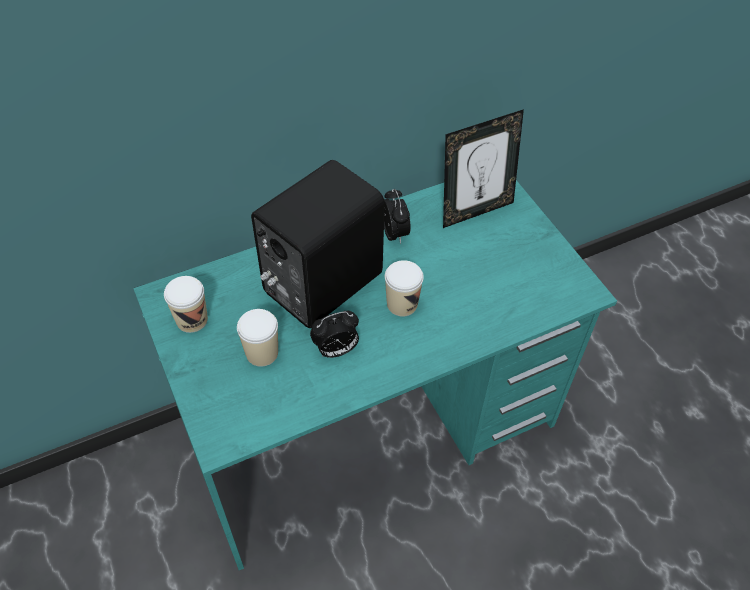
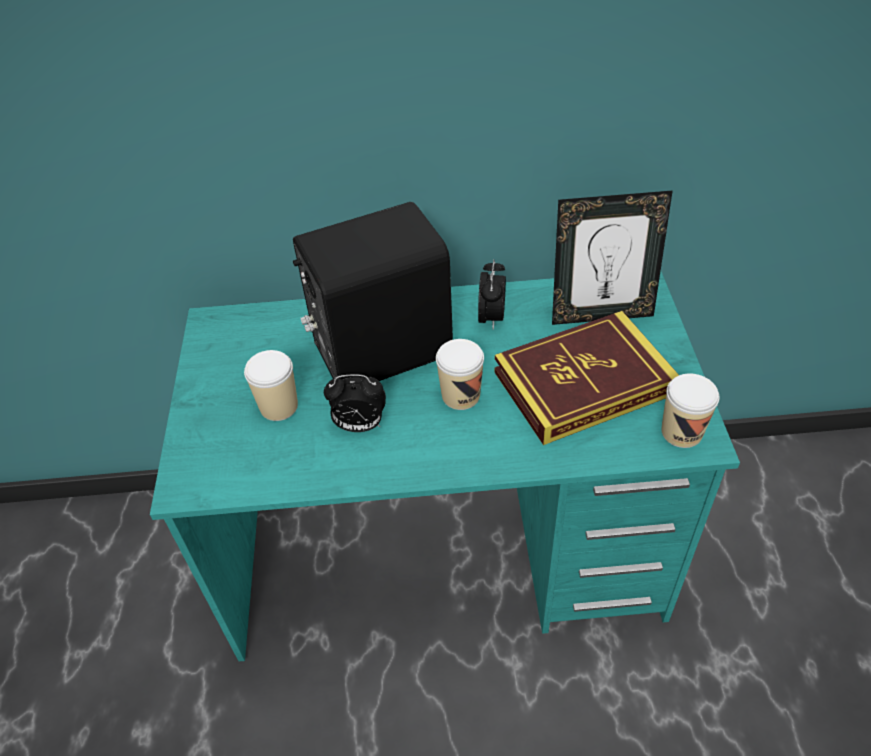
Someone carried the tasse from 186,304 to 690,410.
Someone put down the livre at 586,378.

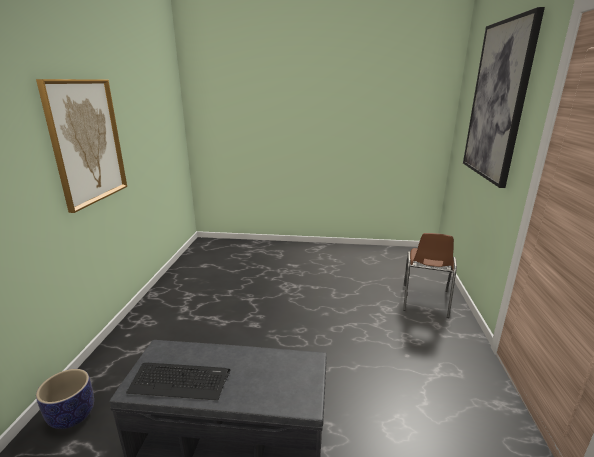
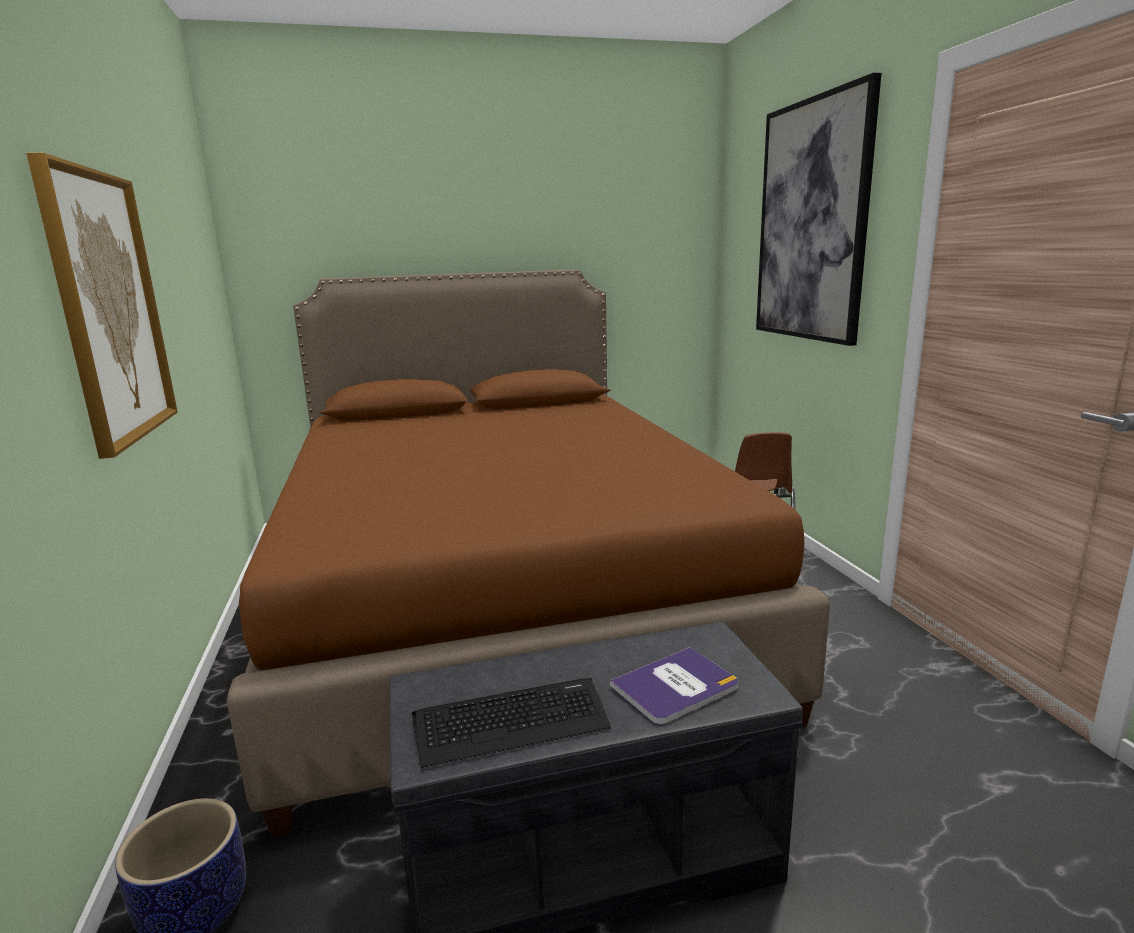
Someone put down the lit [marron] at 528,553.
Someone put down the livre at 674,685.

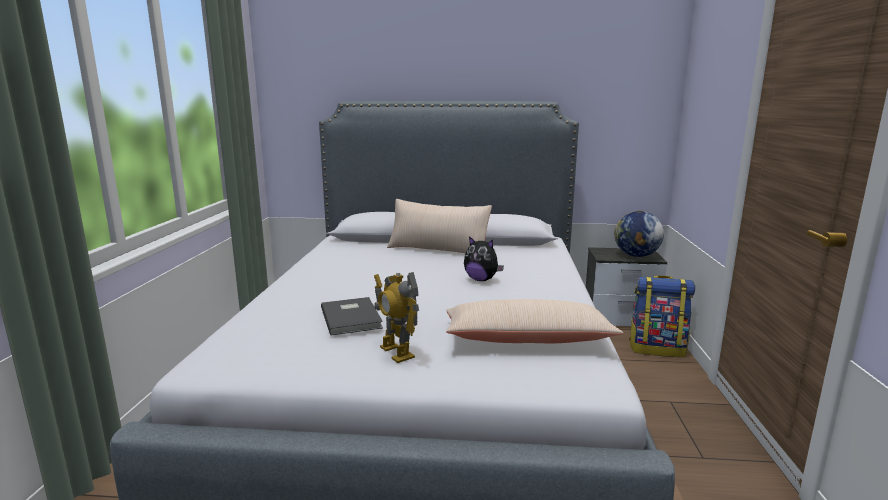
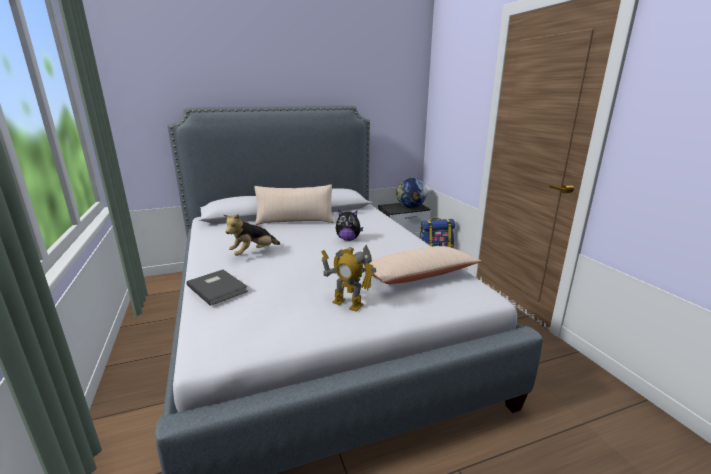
Someone carried the livre [gris] from 352,316 to 217,288.
Someone put down the peluche at 252,235.

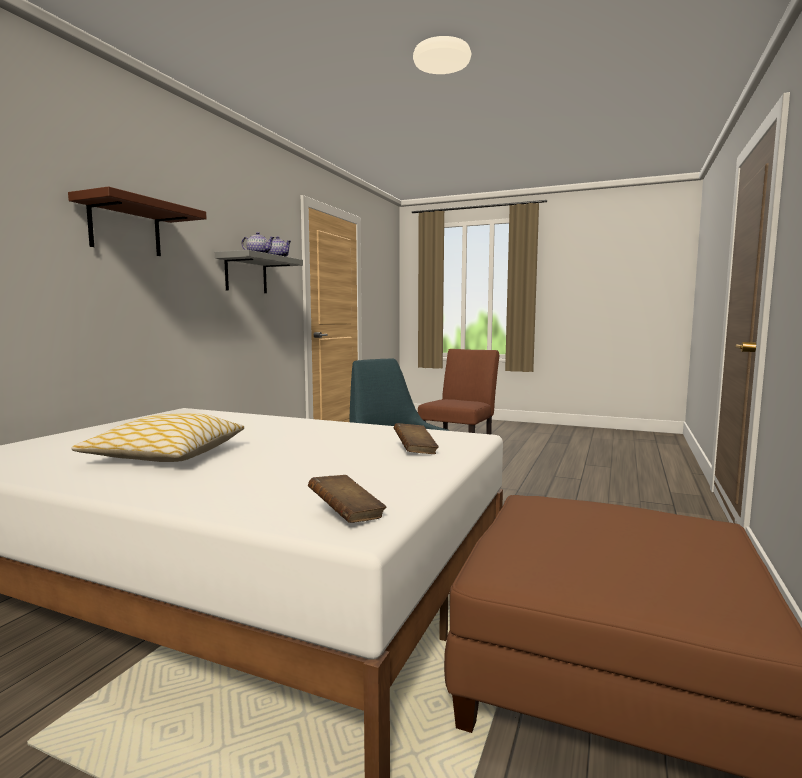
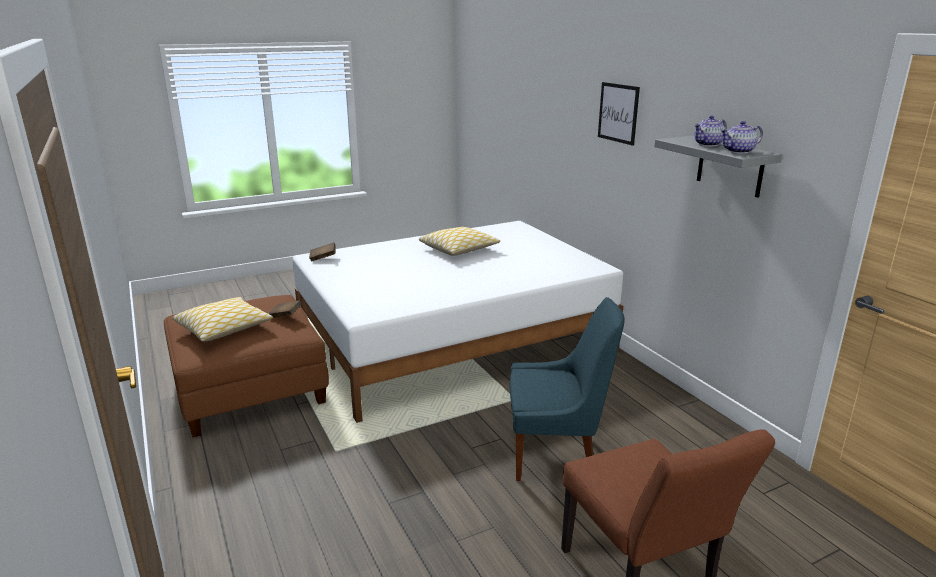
Someone swapped the étagère [marron] at 137,221 for the tableau at 619,114.
Someone carried the livre [marron] from 416,438 to 285,309.
Someone put down the coussin at 222,319.

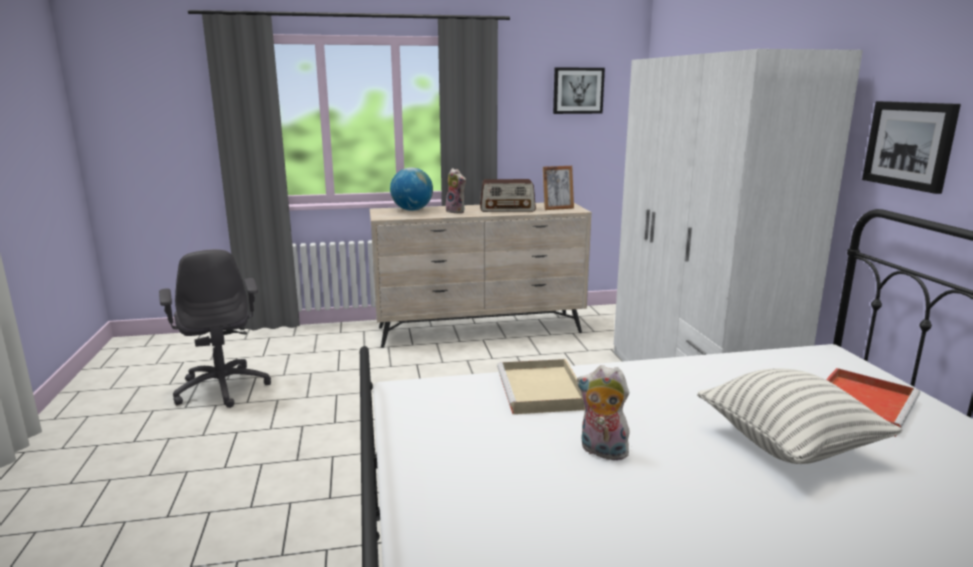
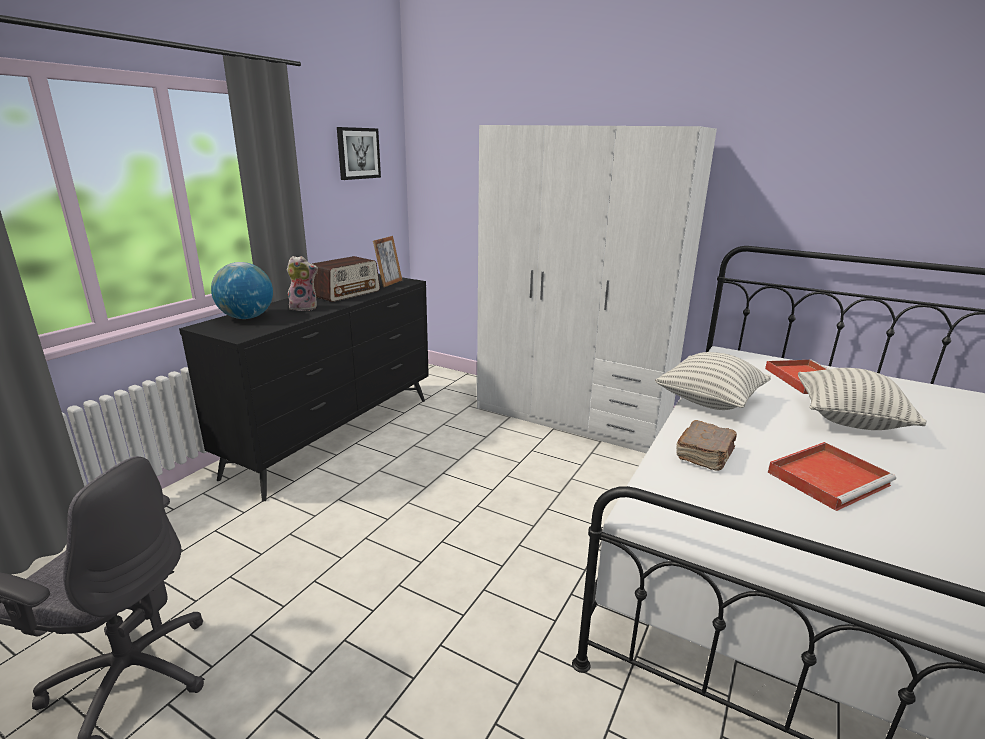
Someone took away the tableau at 911,147.
Someone repainted the commode [beige] at 481,275, which became the commode [noir] at 304,388.
Someone swapped the plateau [beige] at 541,386 for the livre [marron] at 706,445.
Someone swapped the peluche at 603,412 for the plateau [rouge] at 832,476.
Someone put down the coussin at 713,381.

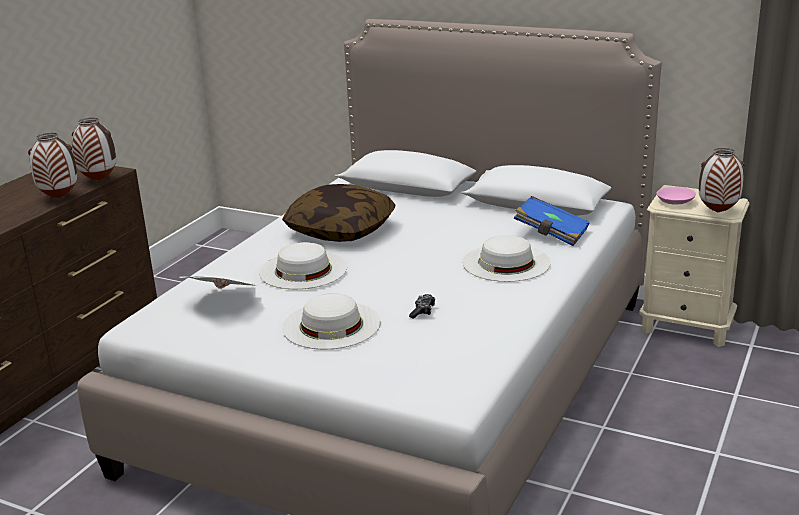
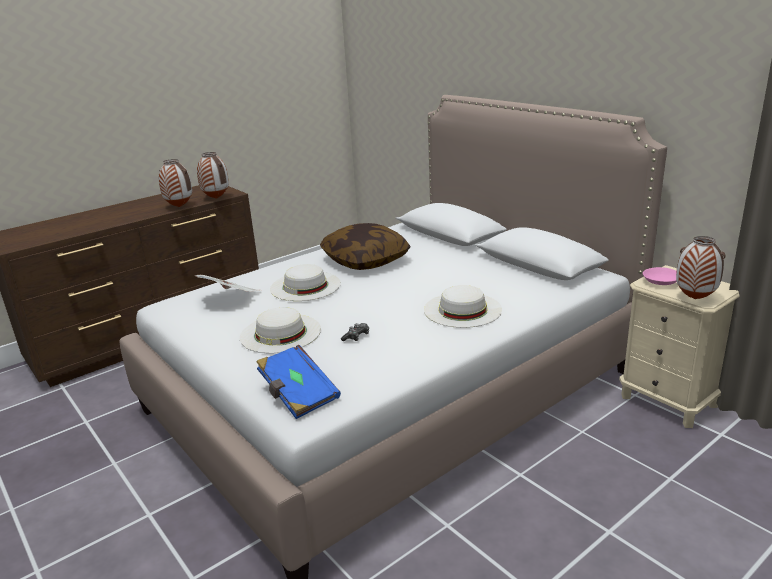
Someone carried the livre [bleu] from 552,221 to 298,382.

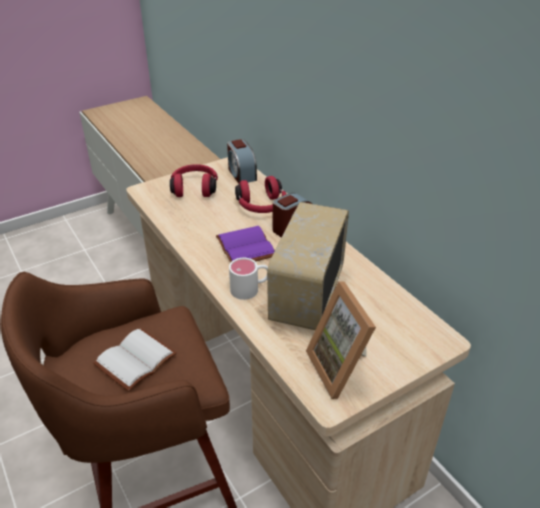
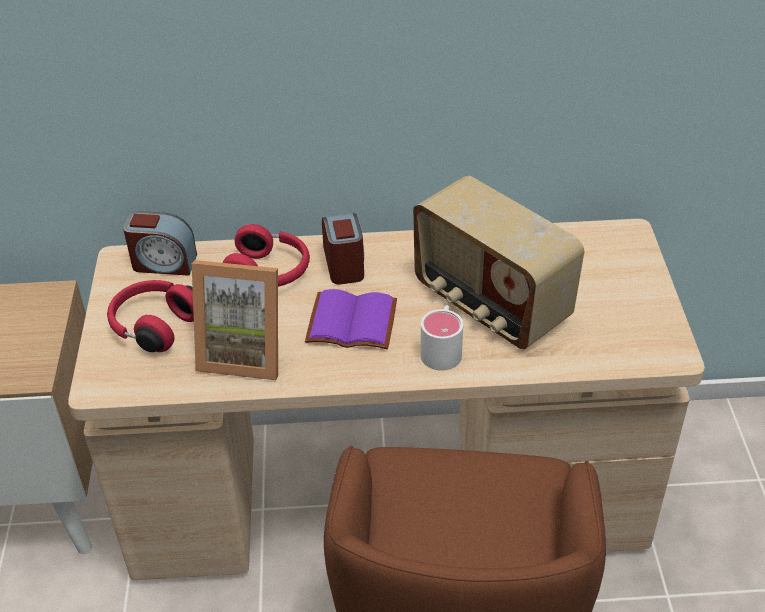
Someone carried the cadre photo from 341,340 to 235,320.
Someone took away the livre [blanc] at 135,359.

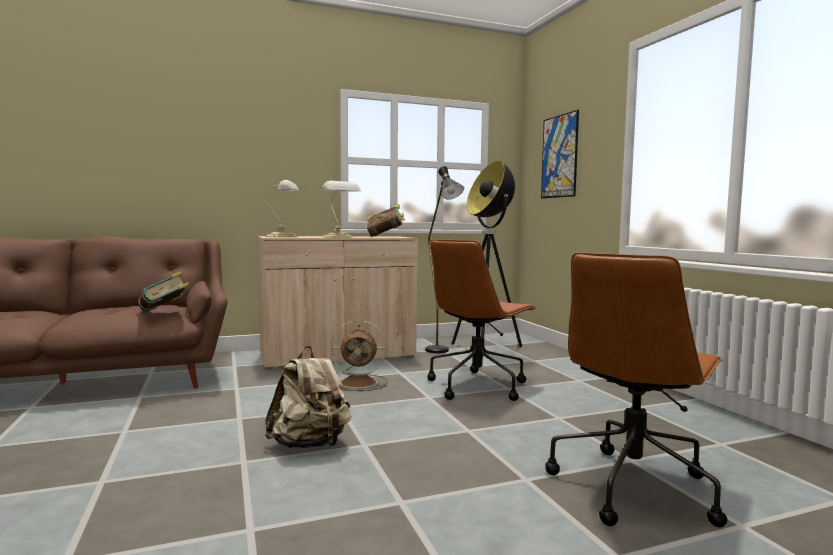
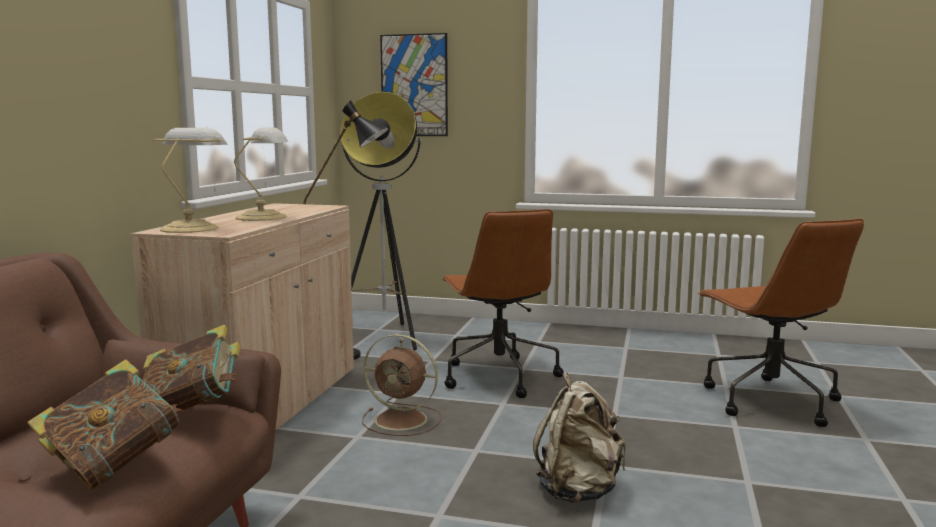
Someone carried the livre from 386,220 to 105,424.
Someone rotated the ventilateur [marron] at 359,355 by 75 degrees clockwise.

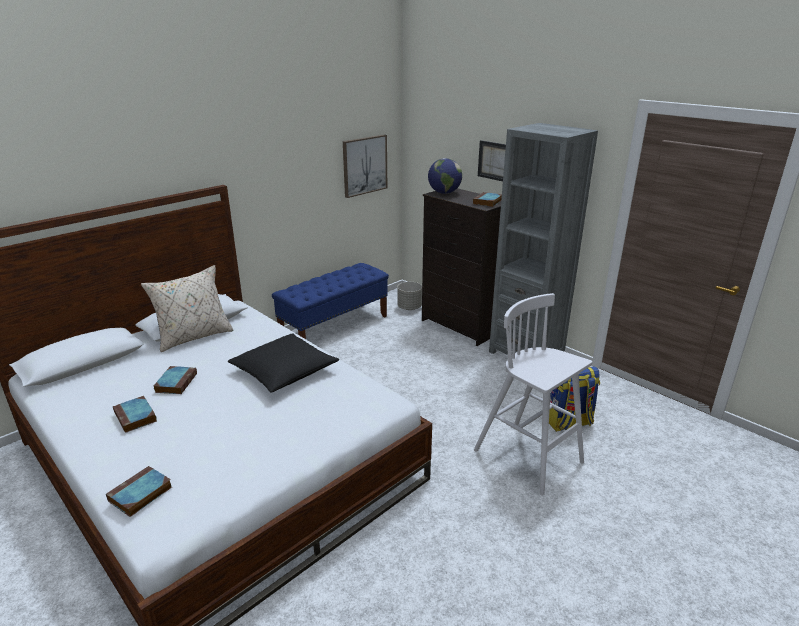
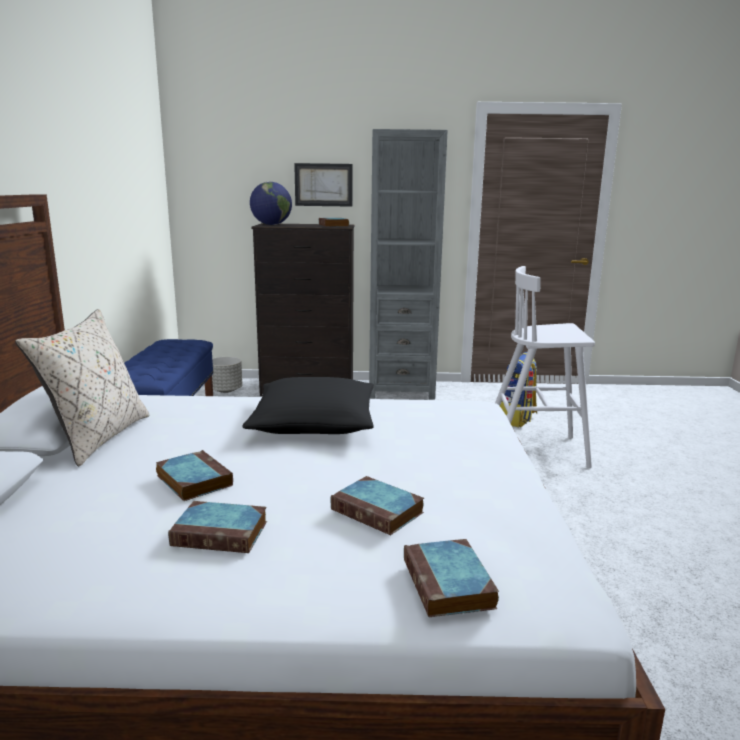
Someone took away the tableau at 365,166.
Someone put down the livre at 377,505.

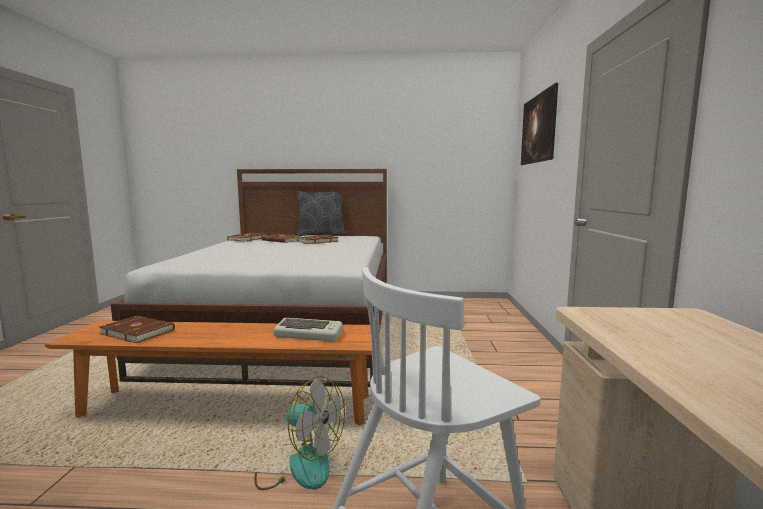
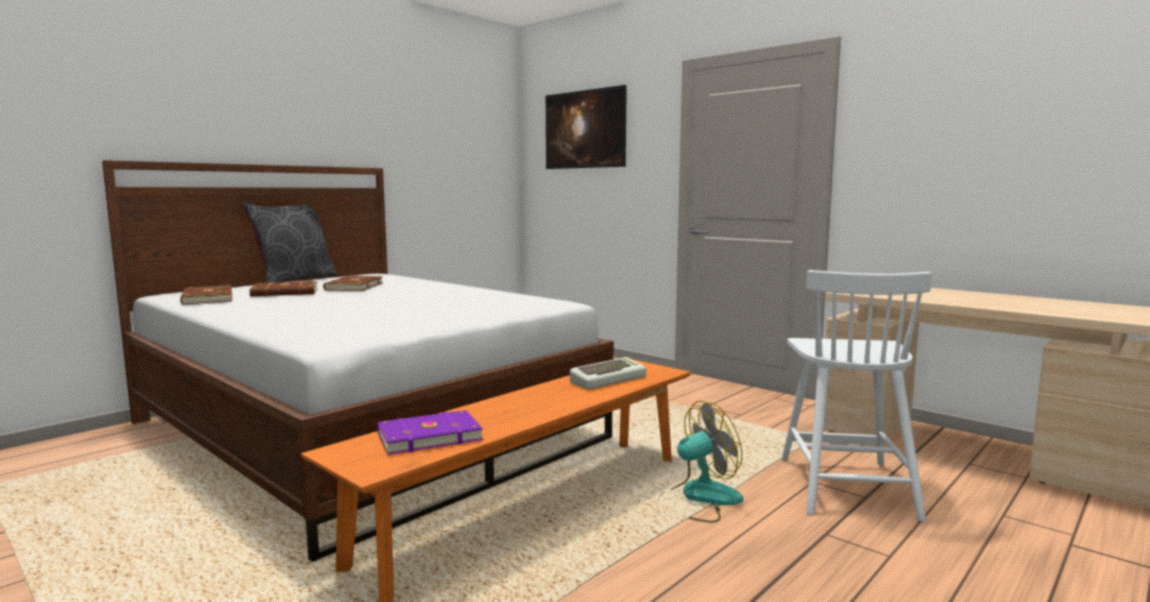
Someone repainted the livre [marron] at 137,329, which became the livre [violet] at 430,432.

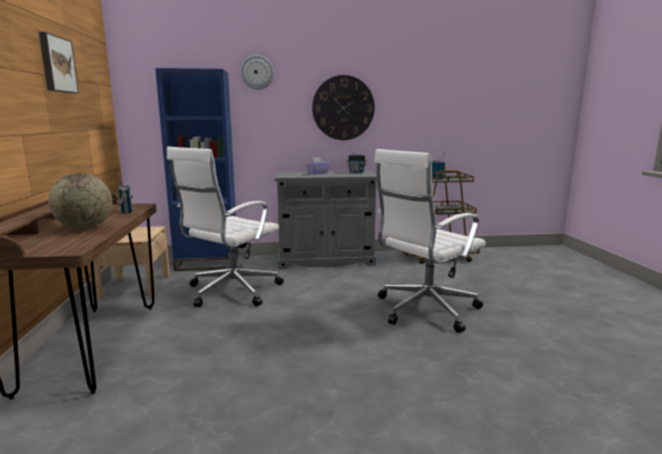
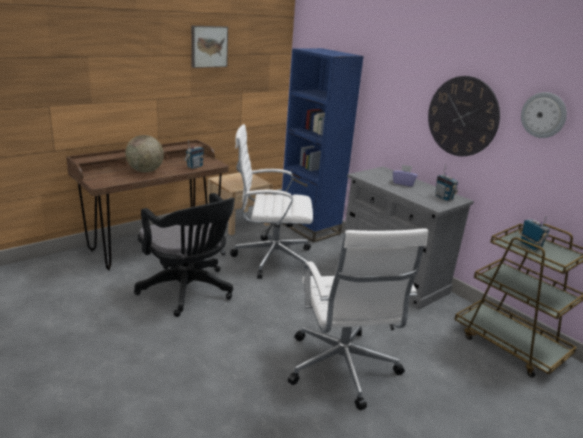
Someone carried the horloge murale from 257,72 to 544,115.
Someone rotated the chaise de bureau [blanc] at 430,241 by 120 degrees counterclockwise.
Someone put down the chaise de bureau [noir] at 184,255.

